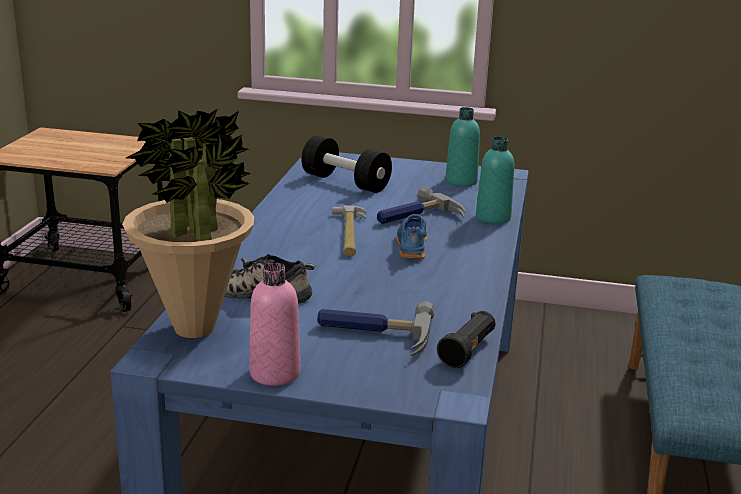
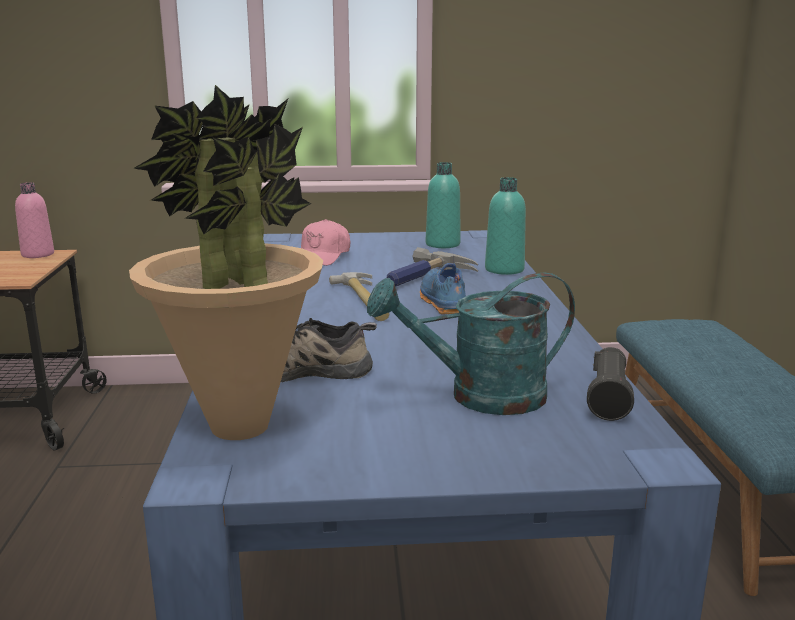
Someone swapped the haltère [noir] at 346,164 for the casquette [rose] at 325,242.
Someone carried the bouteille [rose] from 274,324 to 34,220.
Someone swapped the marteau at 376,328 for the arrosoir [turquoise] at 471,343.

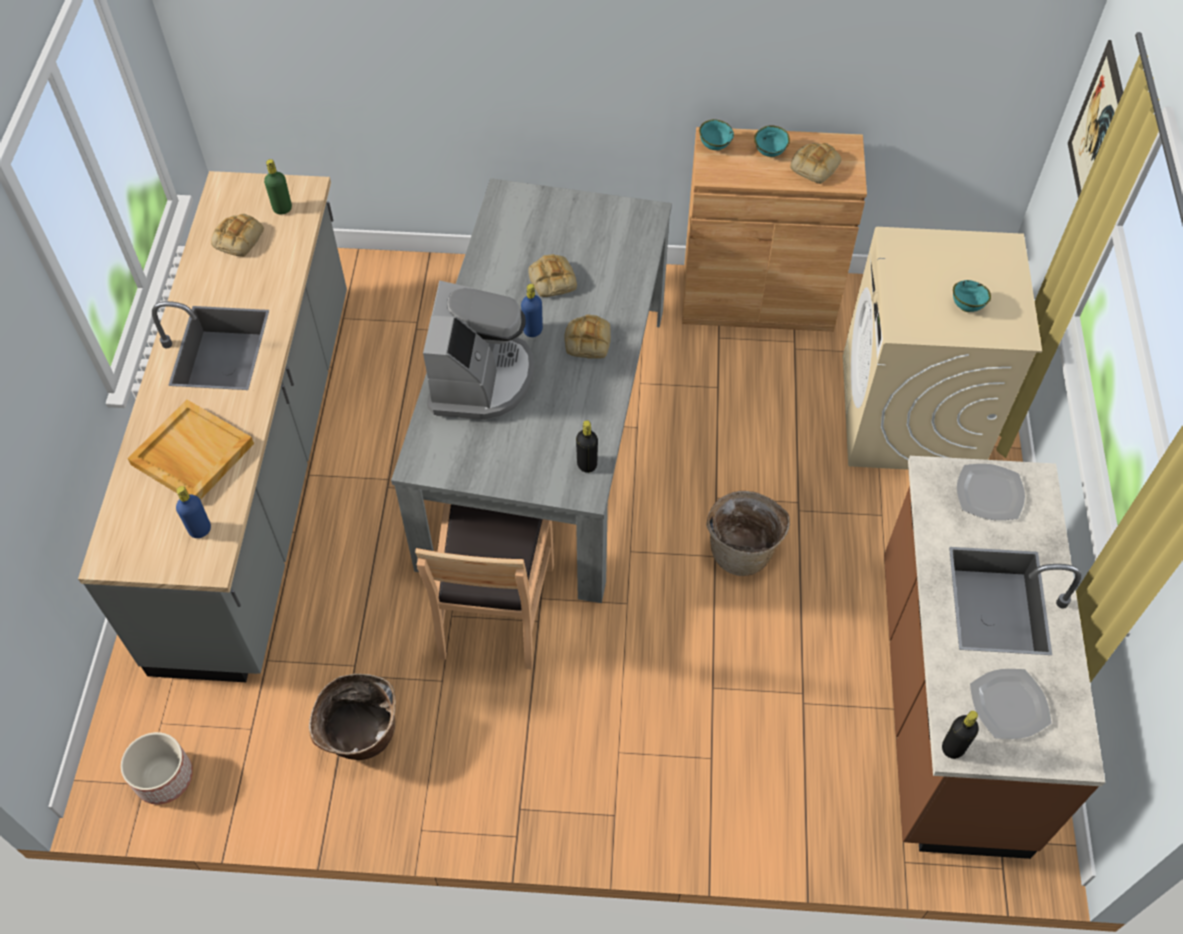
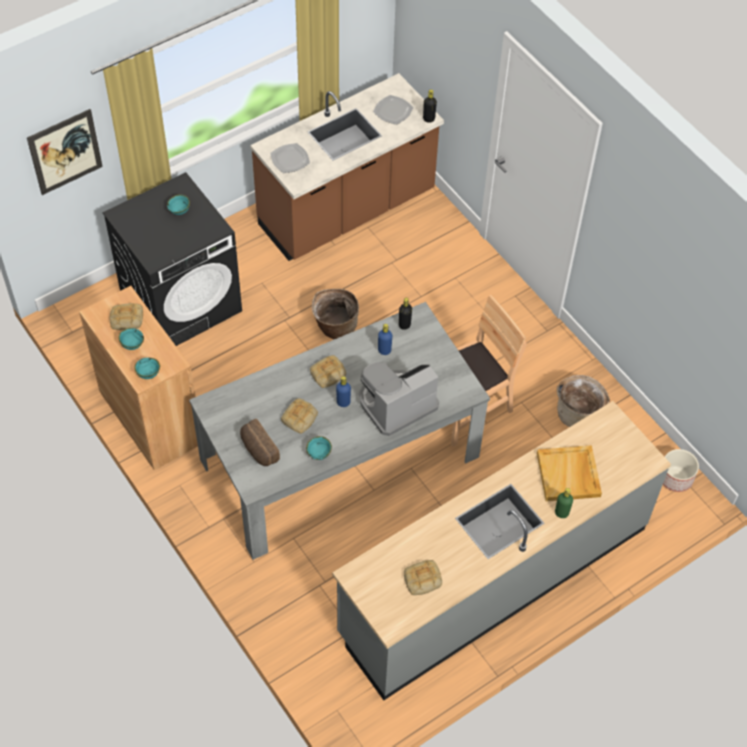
Someone carried the bouteille [vert] from 278,186 to 564,503.
Someone repainted the lave-linge [beige] at 942,348, which became the lave-linge [noir] at 172,259.
Someone carried the bouteille [bleu] from 193,512 to 385,339.
Someone put down the pain at 260,442.
Someone put down the bol [turquoise] at 319,448.

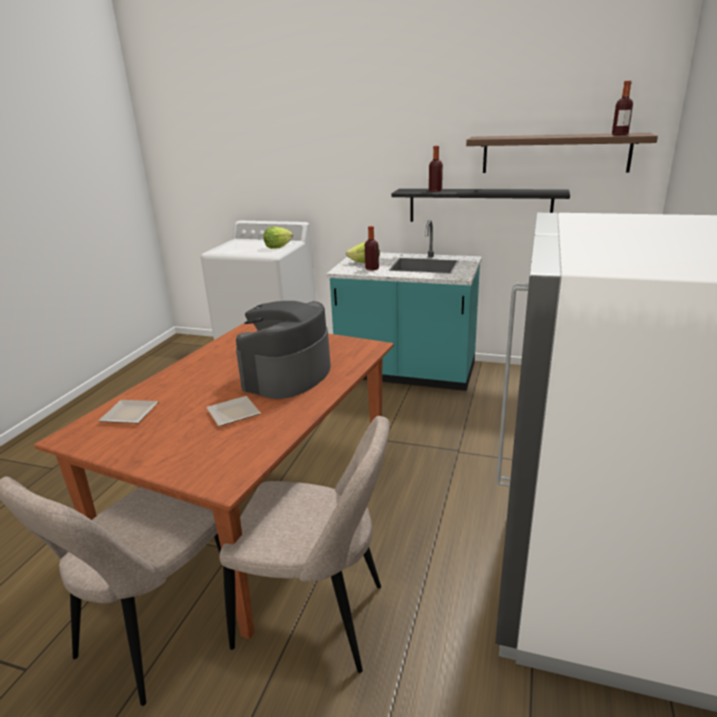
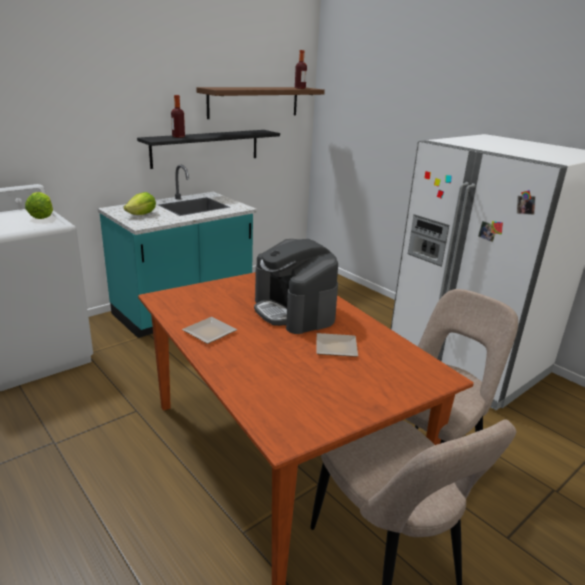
Someone took away the bouteille at 372,248.
Someone carried the assiette from 128,412 to 209,330.

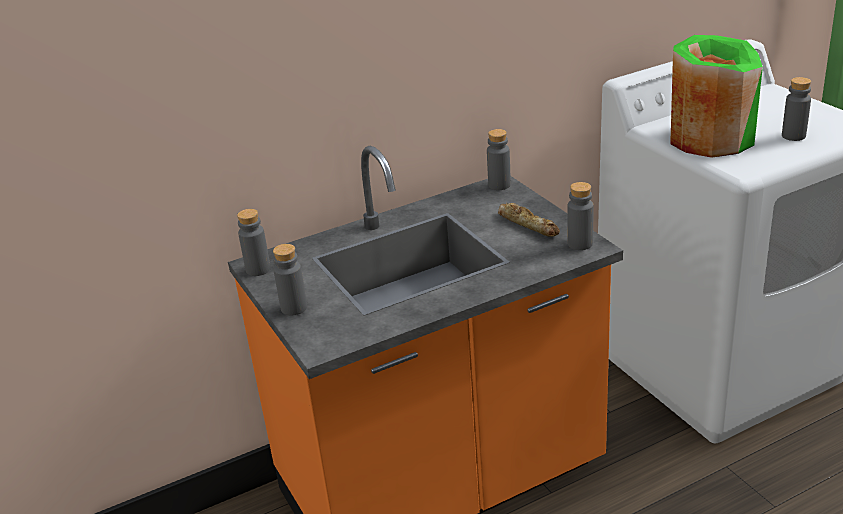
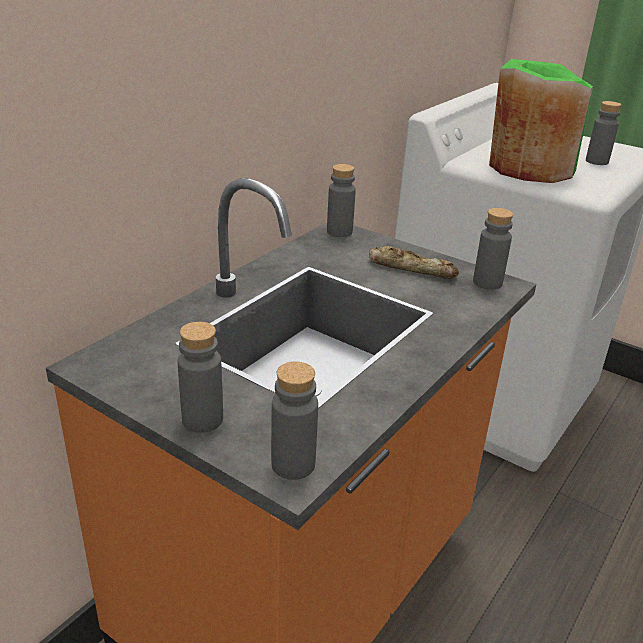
Someone carried the bouteille [gris] from 254,242 to 294,421.

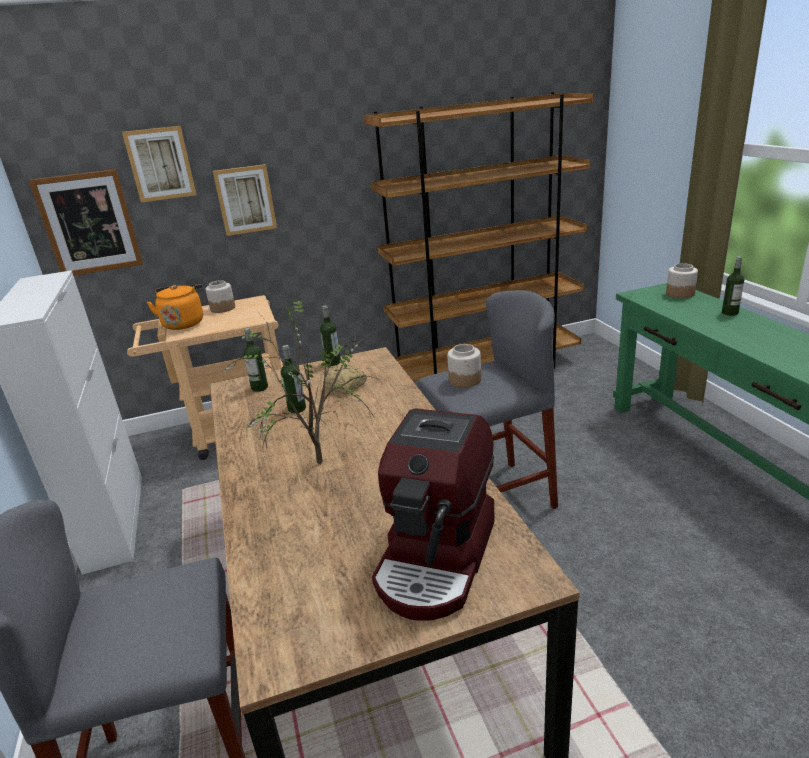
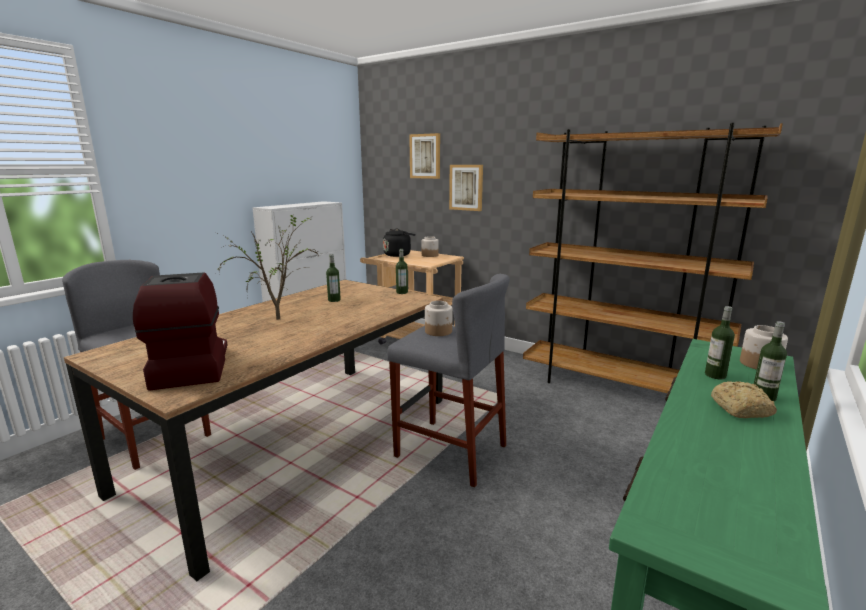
Someone took away the tableau at 86,222.
Someone repainted the bouilloire [orange] at 175,307, which became the bouilloire [noir] at 399,243.
Someone carried the bouteille from 255,360 to 720,342.
Someone carried the pain from 345,379 to 744,399.
Someone rotated the machine à café at 433,514 by 90 degrees clockwise.

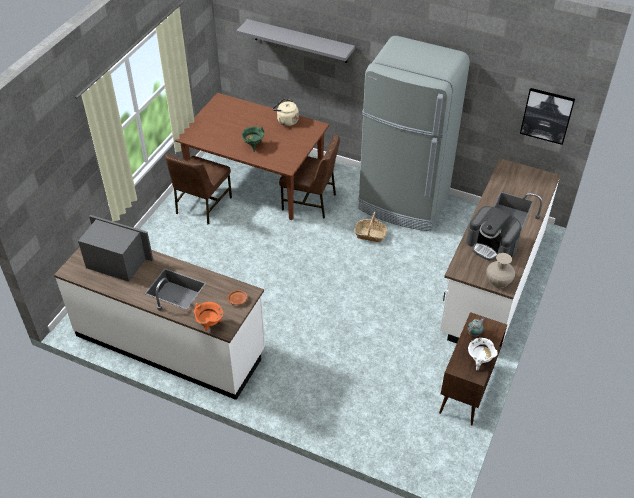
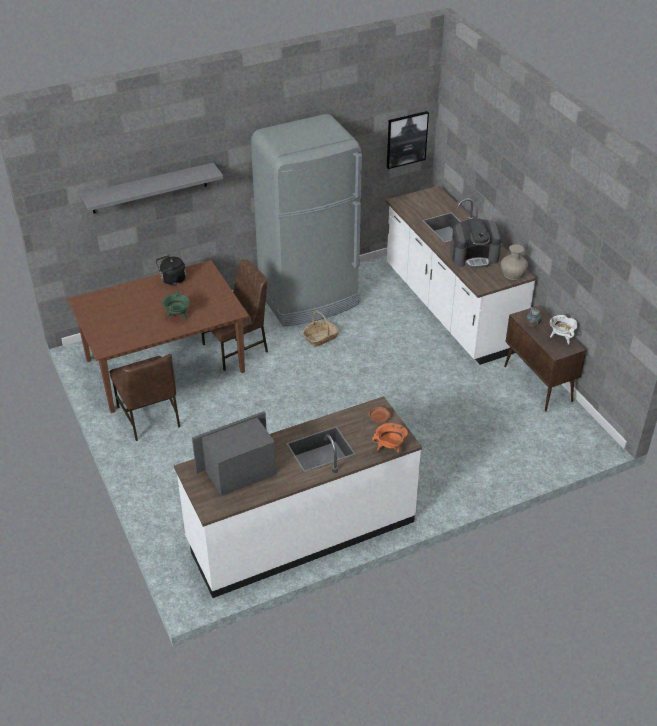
Someone repainted the bouilloire [beige] at 286,112, which became the bouilloire [noir] at 171,270.

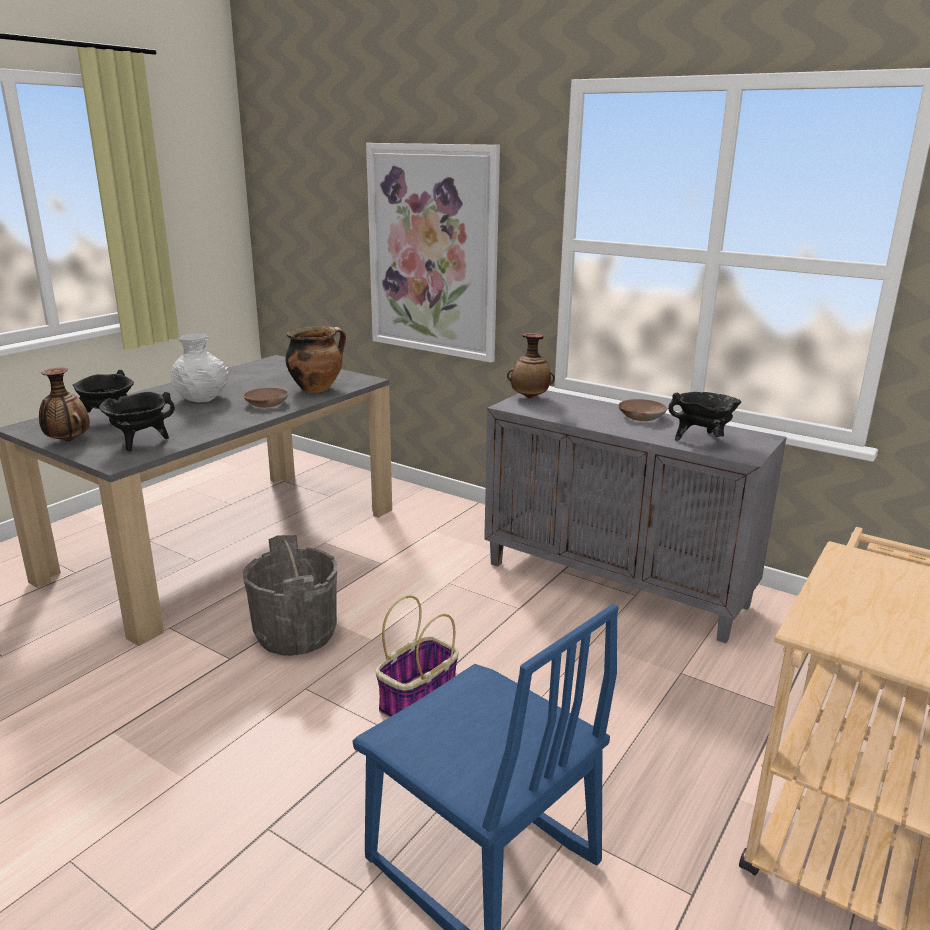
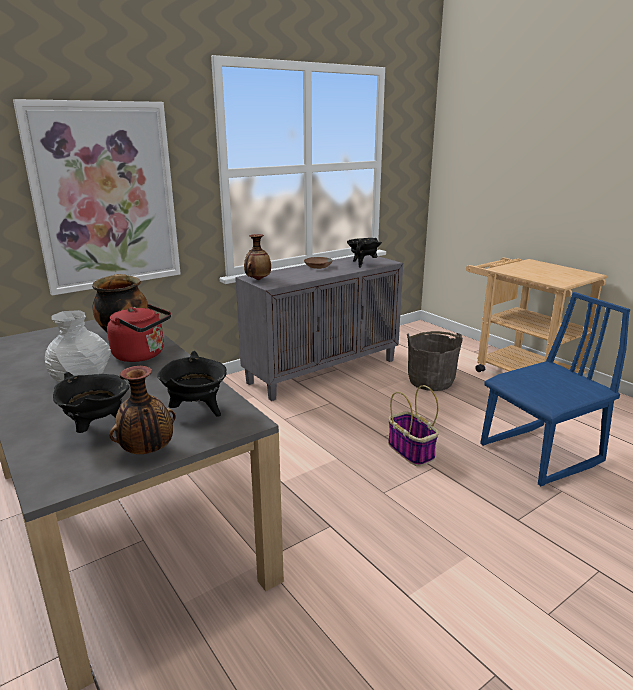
Someone swapped the bol [marron] at 266,398 for the bouilloire [rouge] at 139,333.
Someone carried the seau [gris] from 290,595 to 435,361.

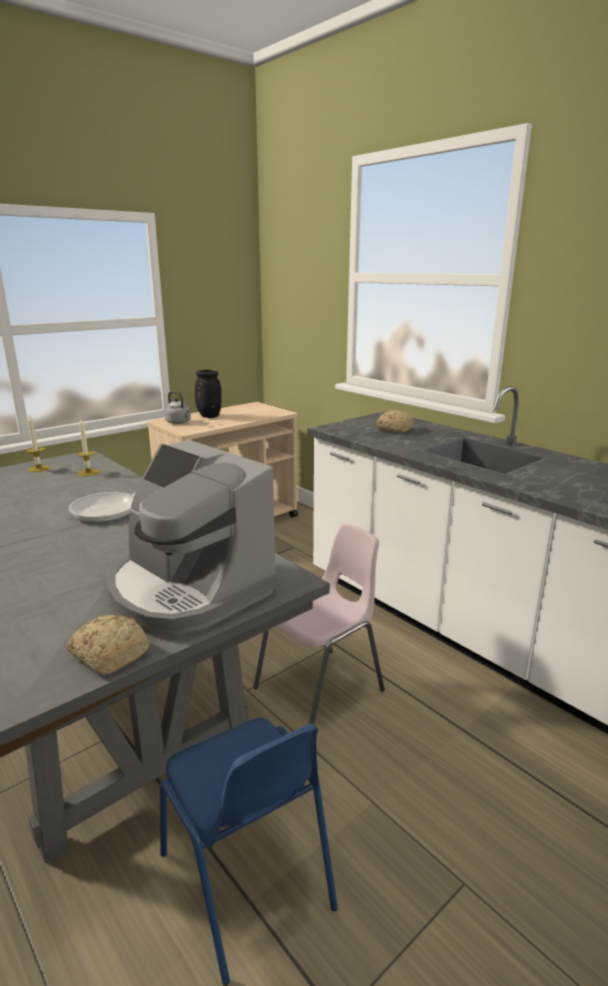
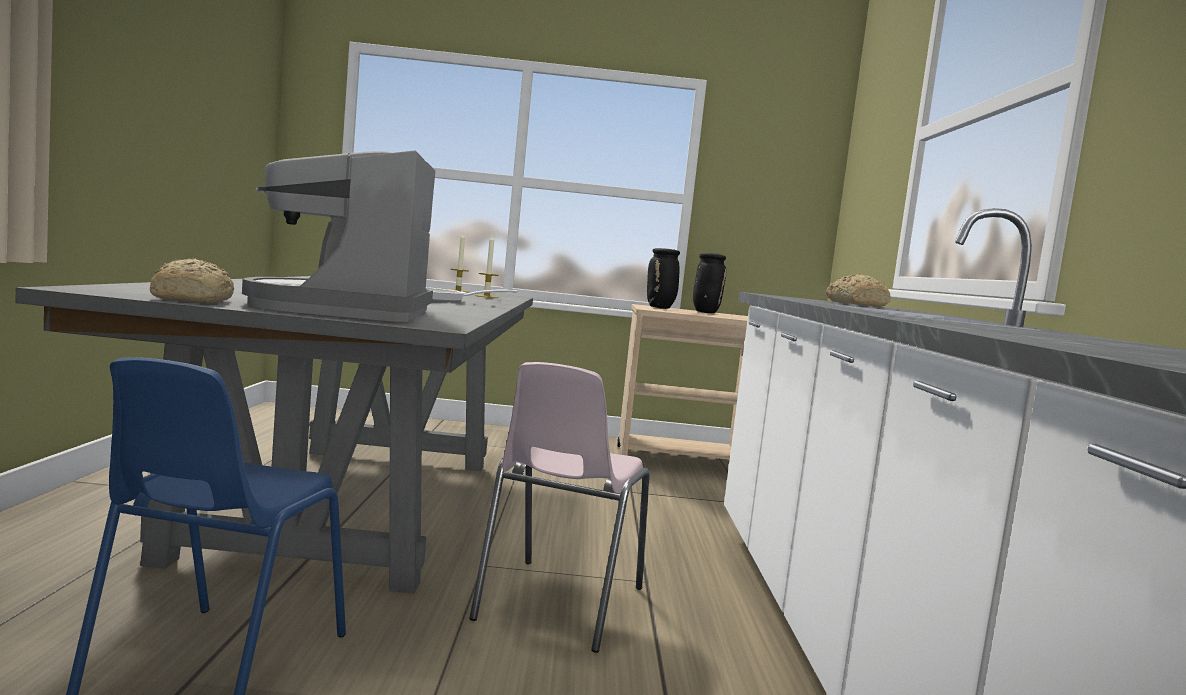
Someone swapped the bouilloire [gris] at 177,407 for the vase [noir] at 663,278.
Someone rotated the chaise [rose] at 319,623 by 105 degrees clockwise.

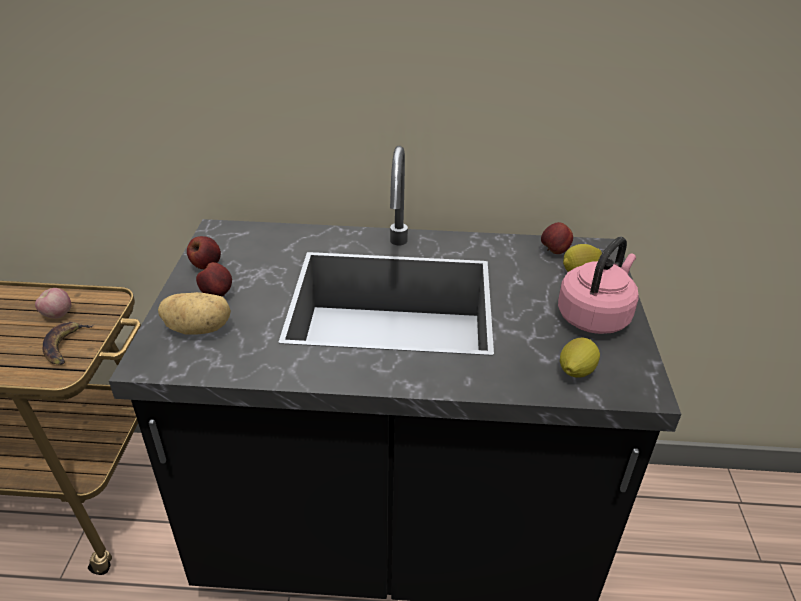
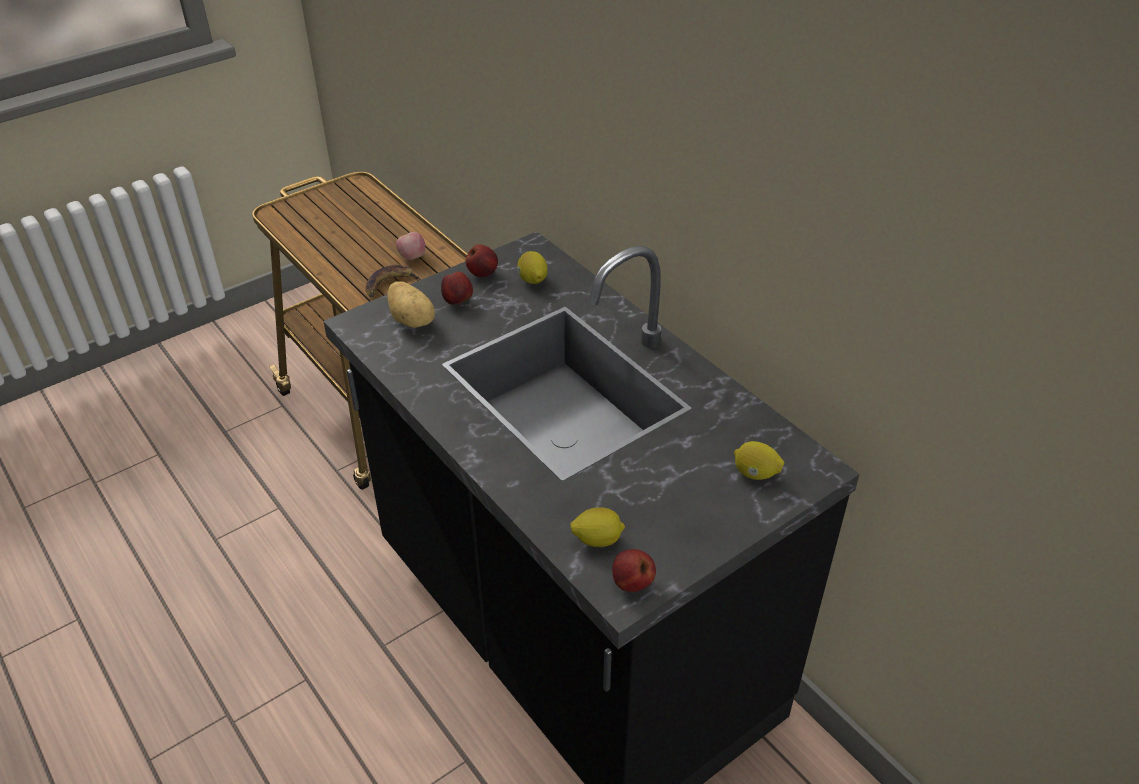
Someone carried the pomme from 557,238 to 634,570.
Someone took away the bouilloire [rose] at 598,285.
Someone put down the citron at 532,267.

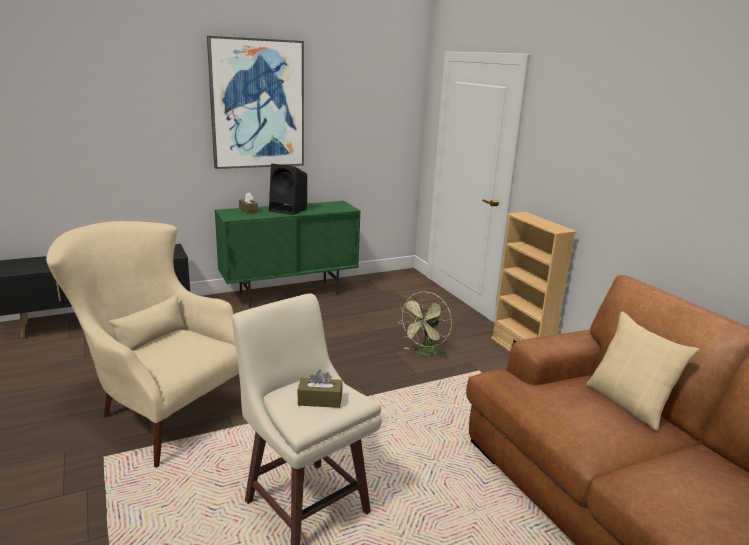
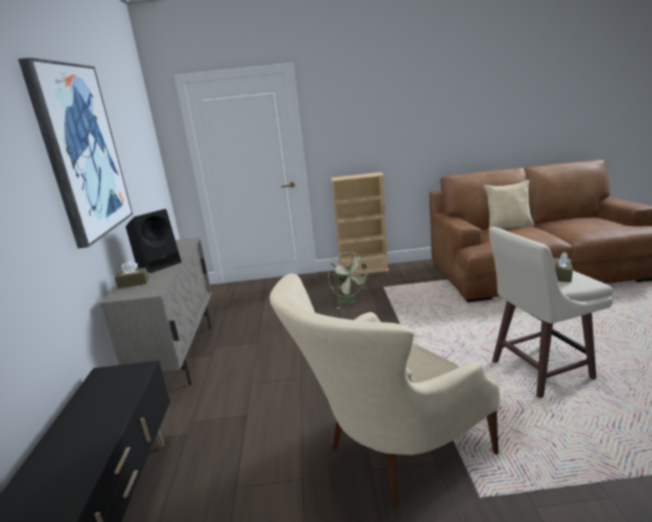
Someone repainted the meuble de rangement [vert] at 287,254, which became the meuble de rangement [beige] at 156,311.

